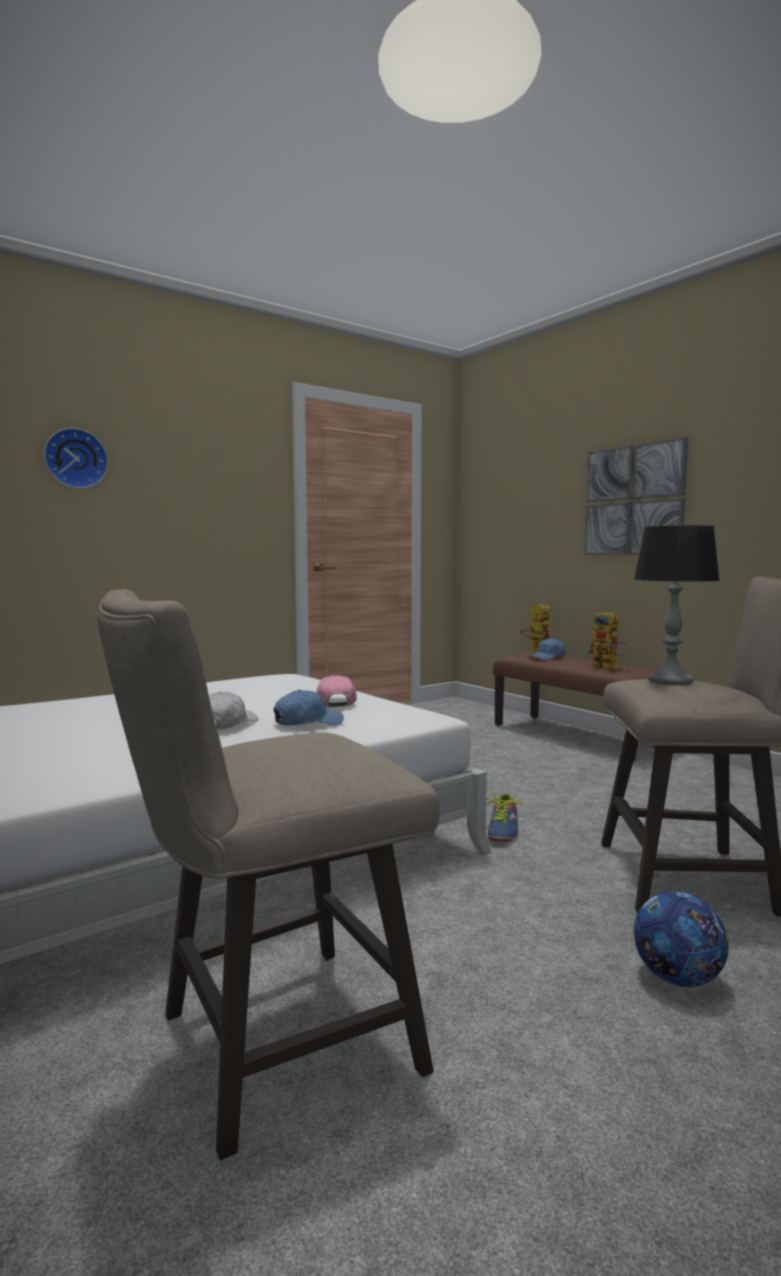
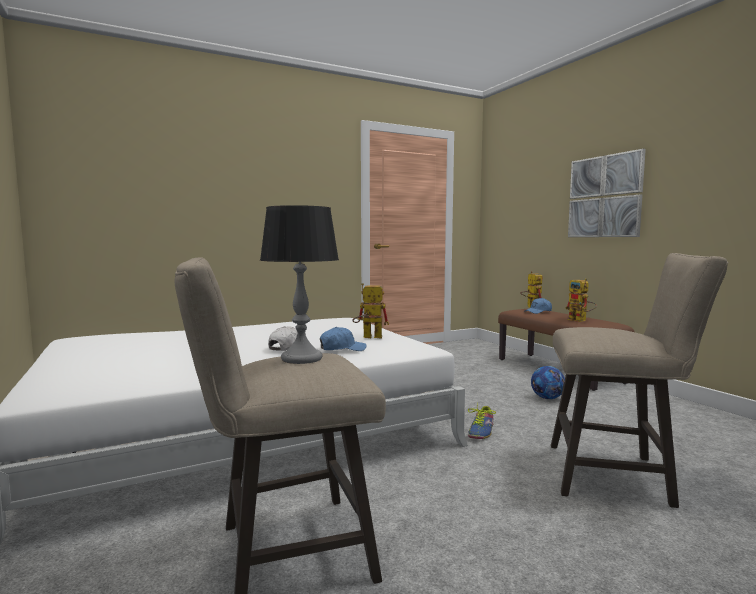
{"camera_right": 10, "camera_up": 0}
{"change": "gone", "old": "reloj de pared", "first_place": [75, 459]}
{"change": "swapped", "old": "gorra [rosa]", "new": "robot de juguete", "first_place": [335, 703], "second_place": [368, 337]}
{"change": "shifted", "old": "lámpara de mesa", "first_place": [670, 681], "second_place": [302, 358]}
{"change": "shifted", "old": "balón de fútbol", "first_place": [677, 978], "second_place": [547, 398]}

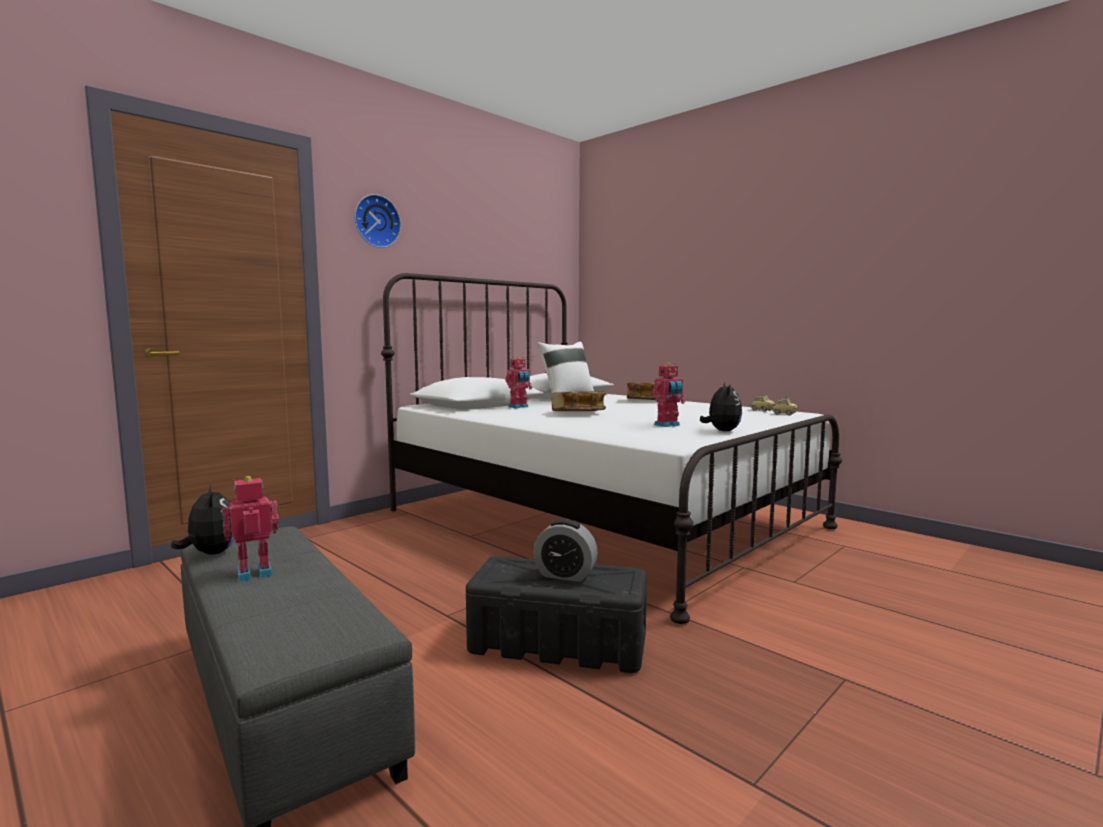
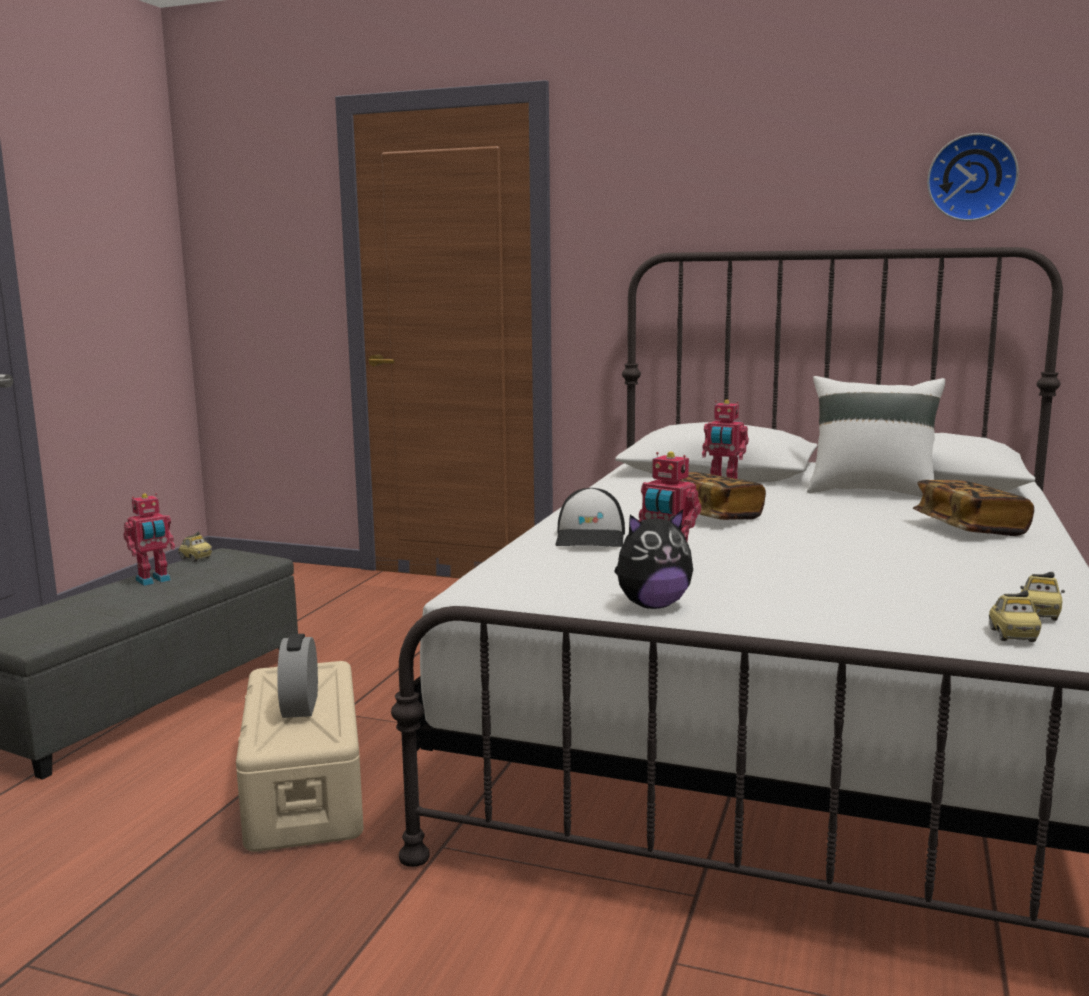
{"camera_right": 65, "camera_up": 5}
{"change": "swapped", "old": "peluche", "new": "coche de juguete", "first_place": [211, 553], "second_place": [195, 558]}
{"change": "rotated", "old": "robot de juguete", "first_place": [254, 572], "second_place": [154, 581], "degrees": 105}
{"change": "shifted", "old": "reloj de pared", "first_place": [376, 221], "second_place": [971, 178]}
{"change": "repainted", "old": "caja de almacenaje [negro]", "new": "caja de almacenaje [beis]", "first_place": [559, 643], "second_place": [305, 789]}
{"change": "new", "new": "gorra", "second_place": [591, 538]}

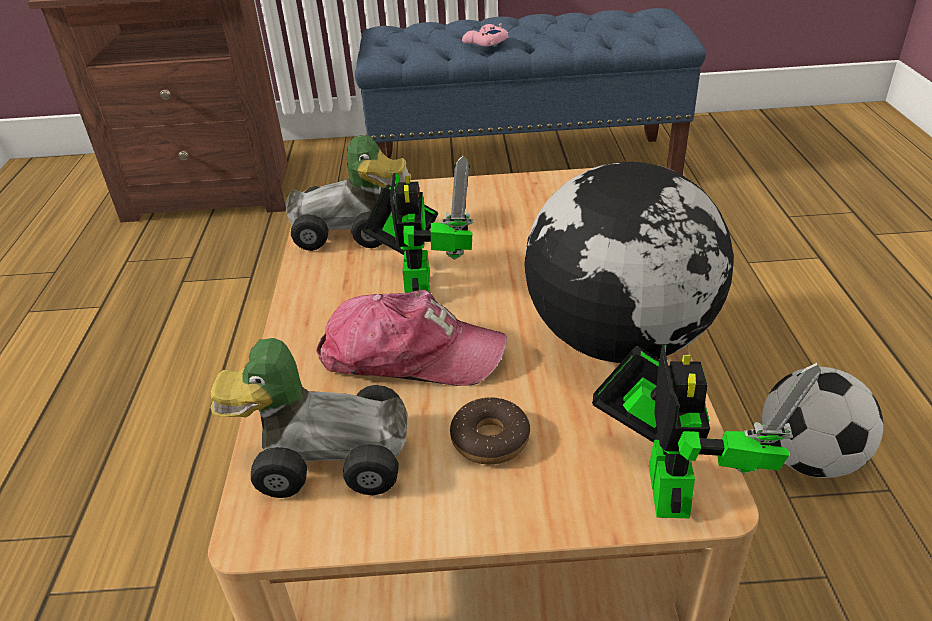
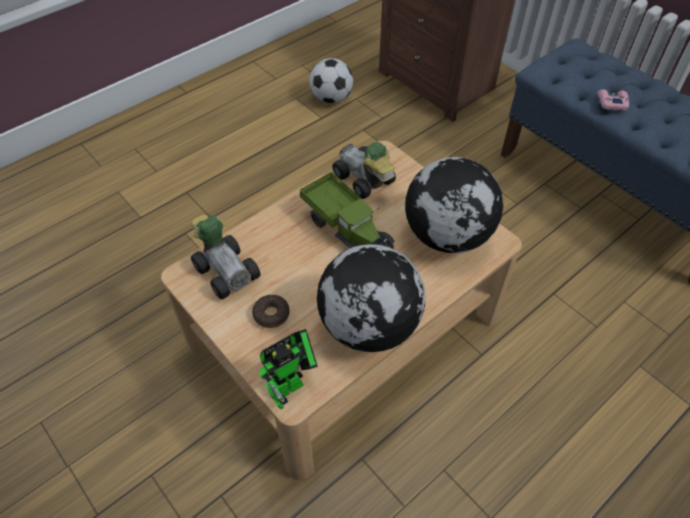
{"camera_right": 50, "camera_up": 15}
{"change": "gone", "old": "gorra", "first_place": [409, 355]}
{"change": "swapped", "old": "robot de juguete", "new": "camión de juguete", "first_place": [418, 284], "second_place": [347, 230]}
{"change": "shifted", "old": "balón de fútbol", "first_place": [808, 459], "second_place": [331, 98]}
{"change": "new", "new": "globo terráqueo", "second_place": [448, 236]}

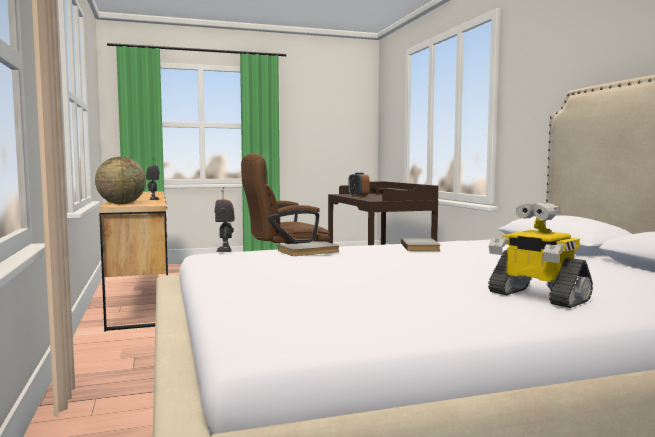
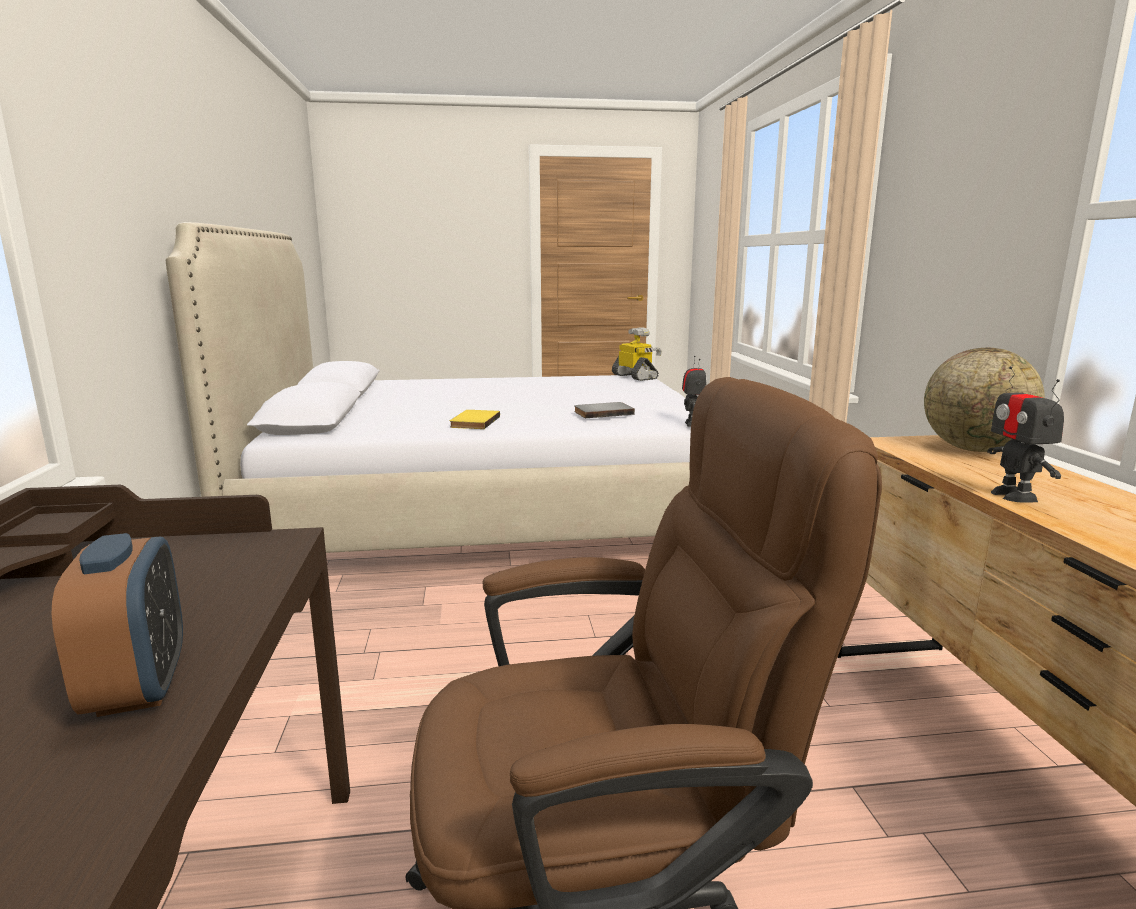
{"camera_right": -170, "camera_up": 10}
{"change": "repainted", "old": "libro [gris]", "new": "libro [amarillo]", "first_place": [421, 247], "second_place": [473, 422]}
{"change": "shifted", "old": "robot de juguete", "first_place": [537, 297], "second_place": [635, 377]}

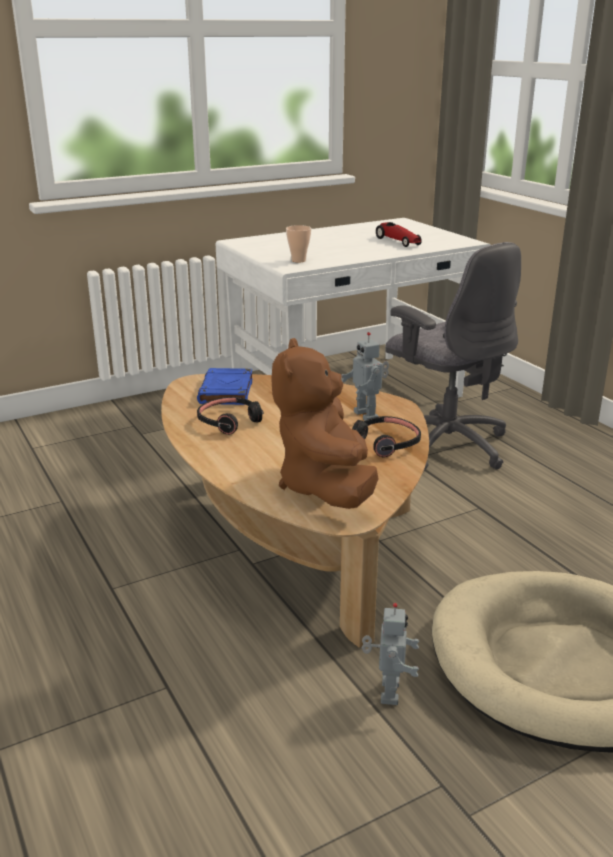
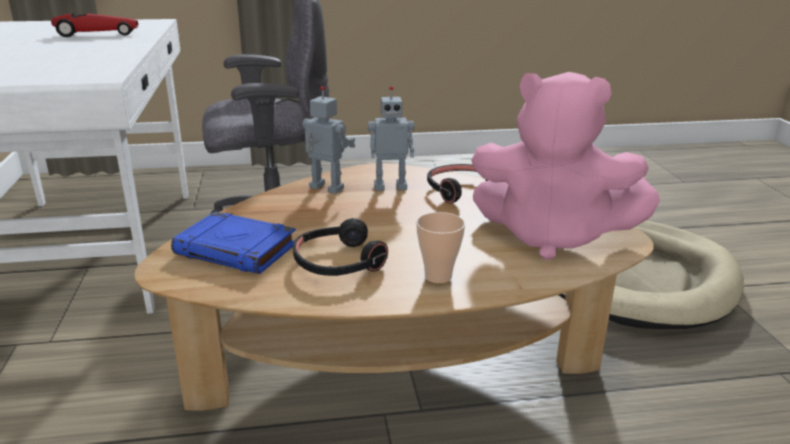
{"camera_right": -70, "camera_up": 0}
{"change": "repainted", "old": "peluche [marrón]", "new": "peluche [rosa]", "first_place": [326, 487], "second_place": [551, 236]}
{"change": "shifted", "old": "taza", "first_place": [298, 260], "second_place": [438, 276]}
{"change": "shifted", "old": "robot de juguete", "first_place": [387, 692], "second_place": [325, 189]}

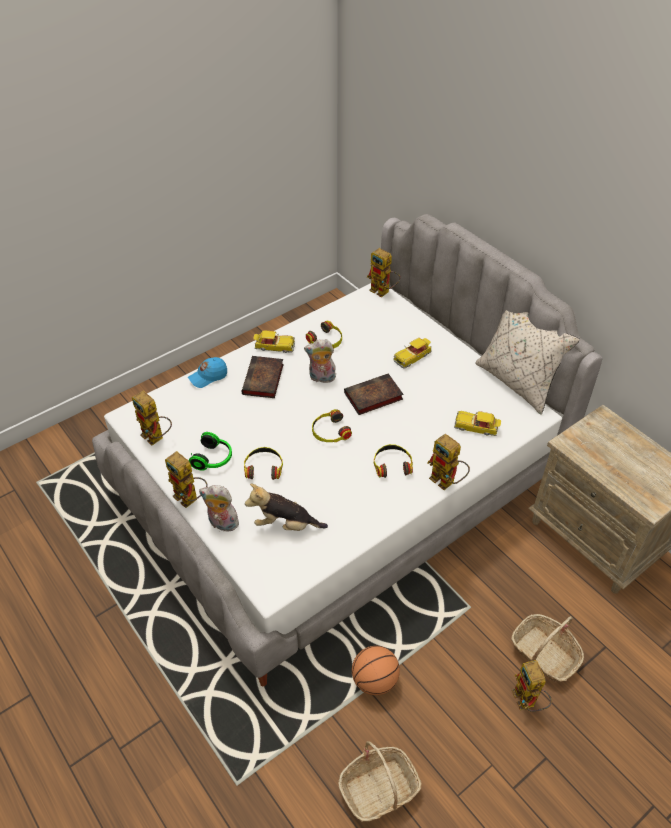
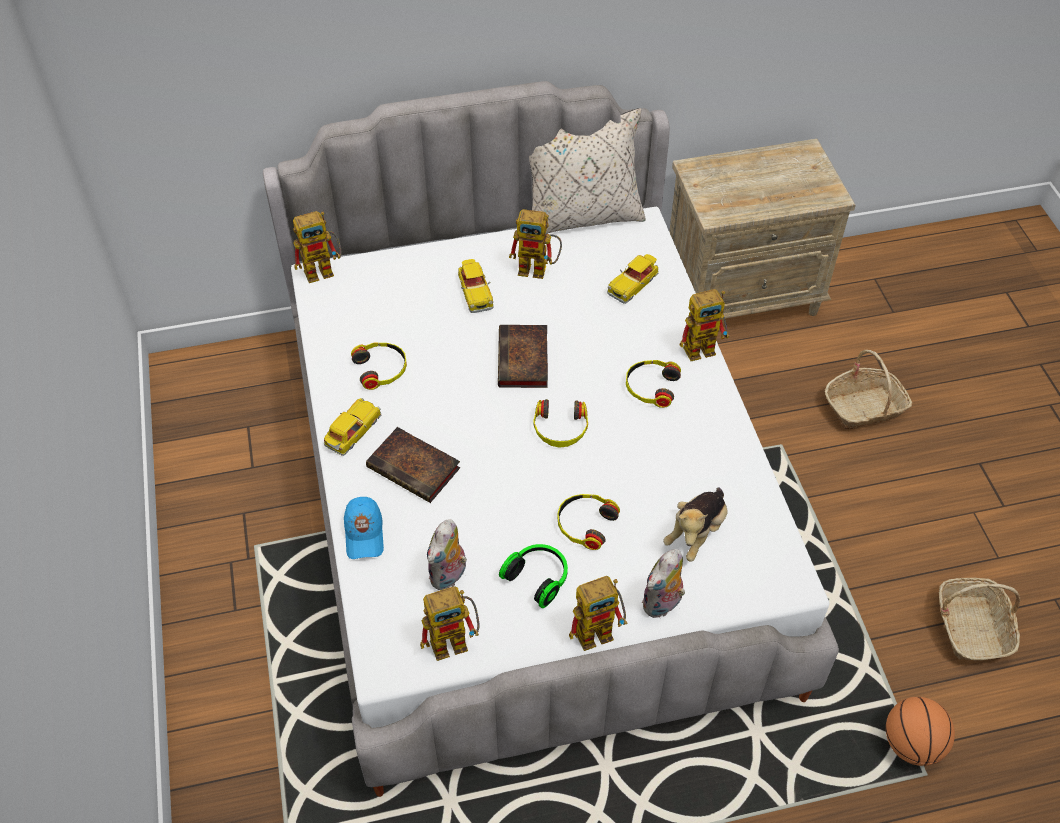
{"camera_right": -65, "camera_up": 5}
{"change": "shifted", "old": "peluche", "first_place": [321, 378], "second_place": [449, 576]}
{"change": "shifted", "old": "balón de baloncesto", "first_place": [374, 680], "second_place": [911, 744]}
{"change": "shifted", "old": "robot de juguete", "first_place": [527, 702], "second_place": [539, 269]}

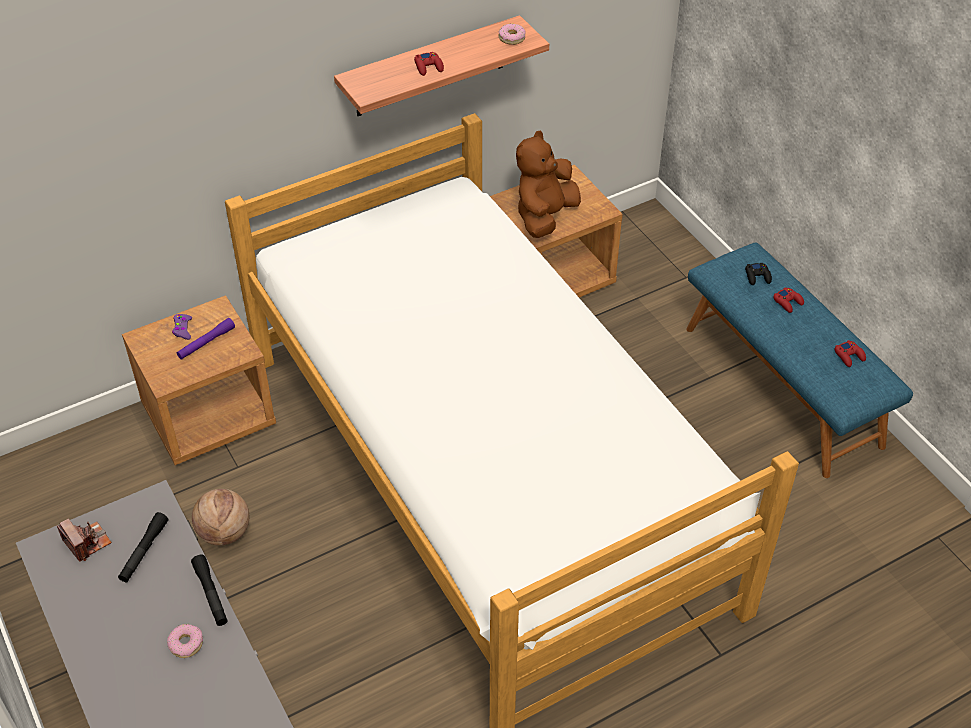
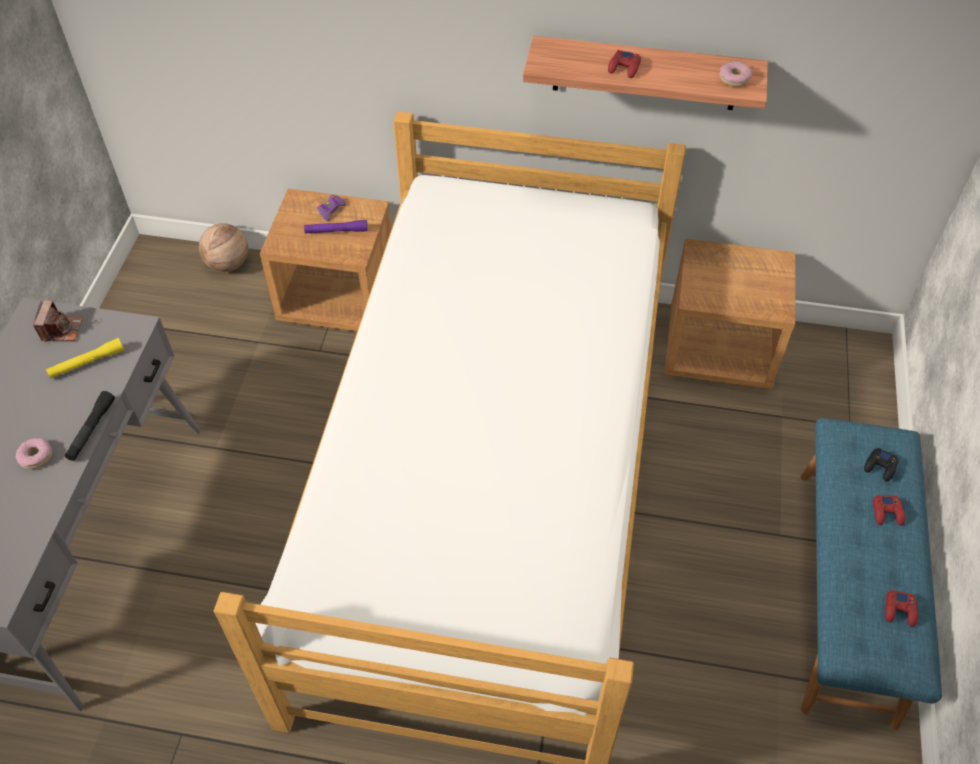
{"camera_right": 40, "camera_up": 5}
{"change": "repainted", "old": "linterna [negro]", "new": "linterna [amarillo]", "first_place": [144, 551], "second_place": [87, 363]}
{"change": "shifted", "old": "balón de baloncesto", "first_place": [224, 533], "second_place": [228, 264]}
{"change": "gone", "old": "peluche [marrón]", "first_place": [545, 216]}

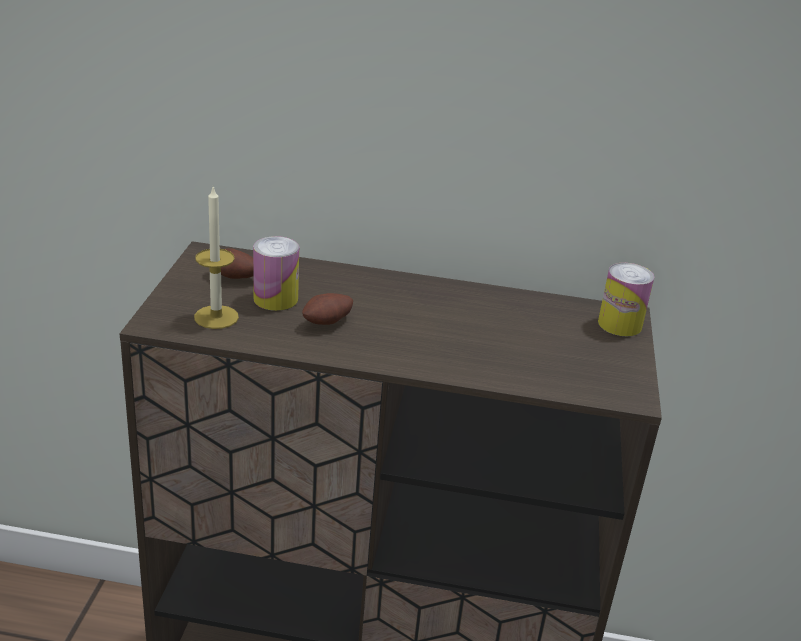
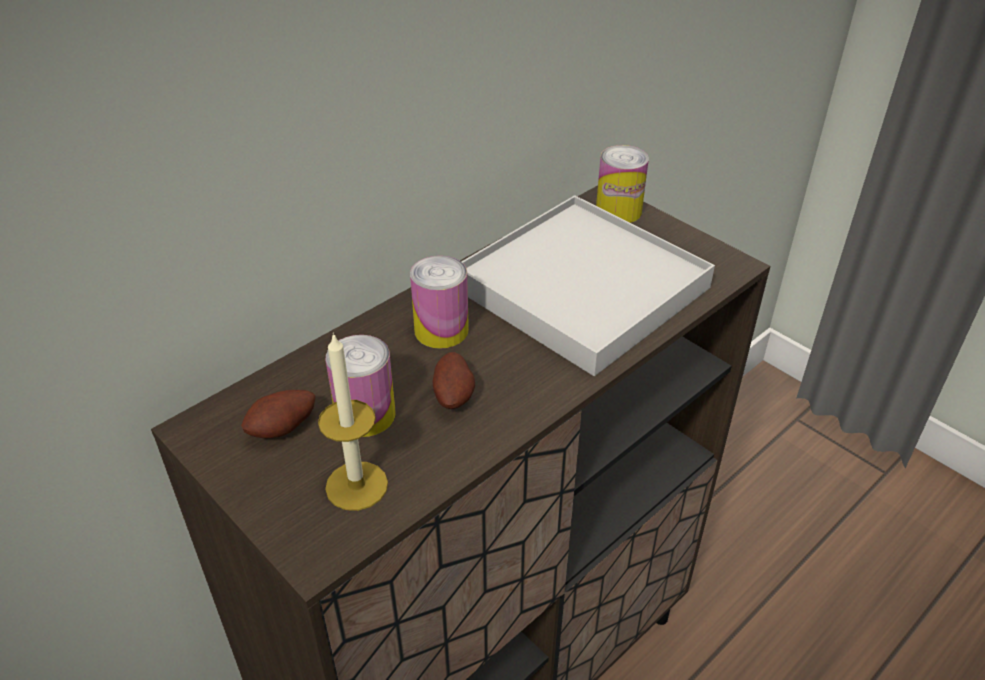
{"camera_right": -50, "camera_up": 10}
{"change": "new", "new": "lata", "second_place": [441, 330]}
{"change": "new", "new": "bandeja [blanco]", "second_place": [581, 288]}

